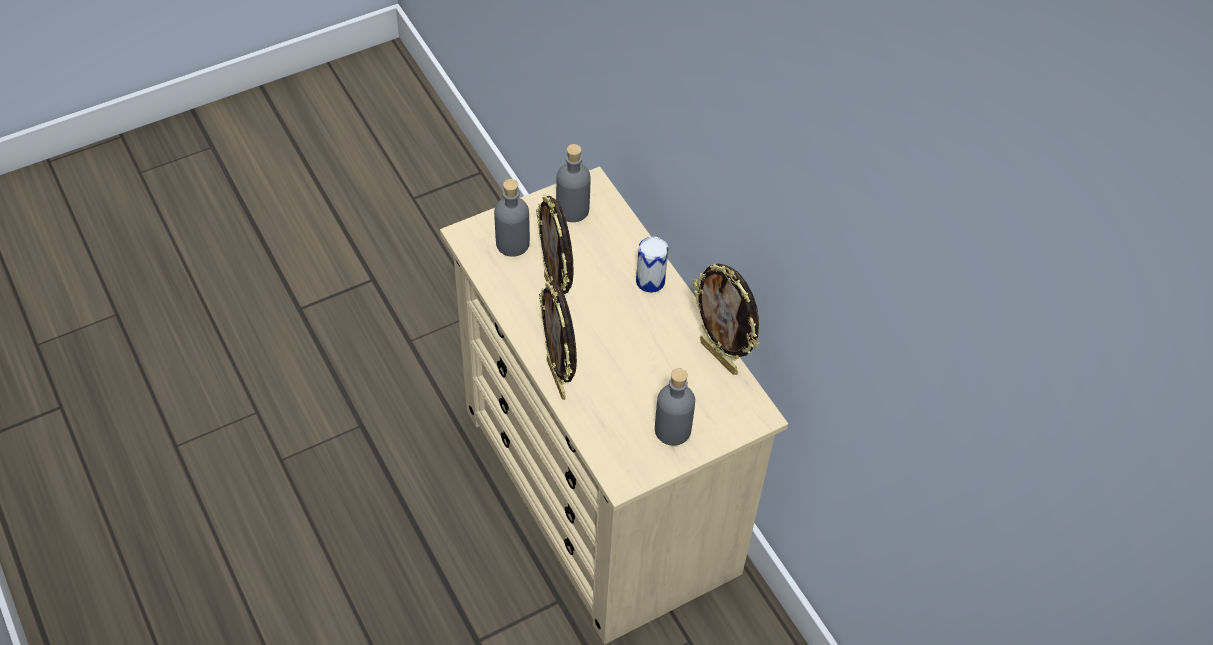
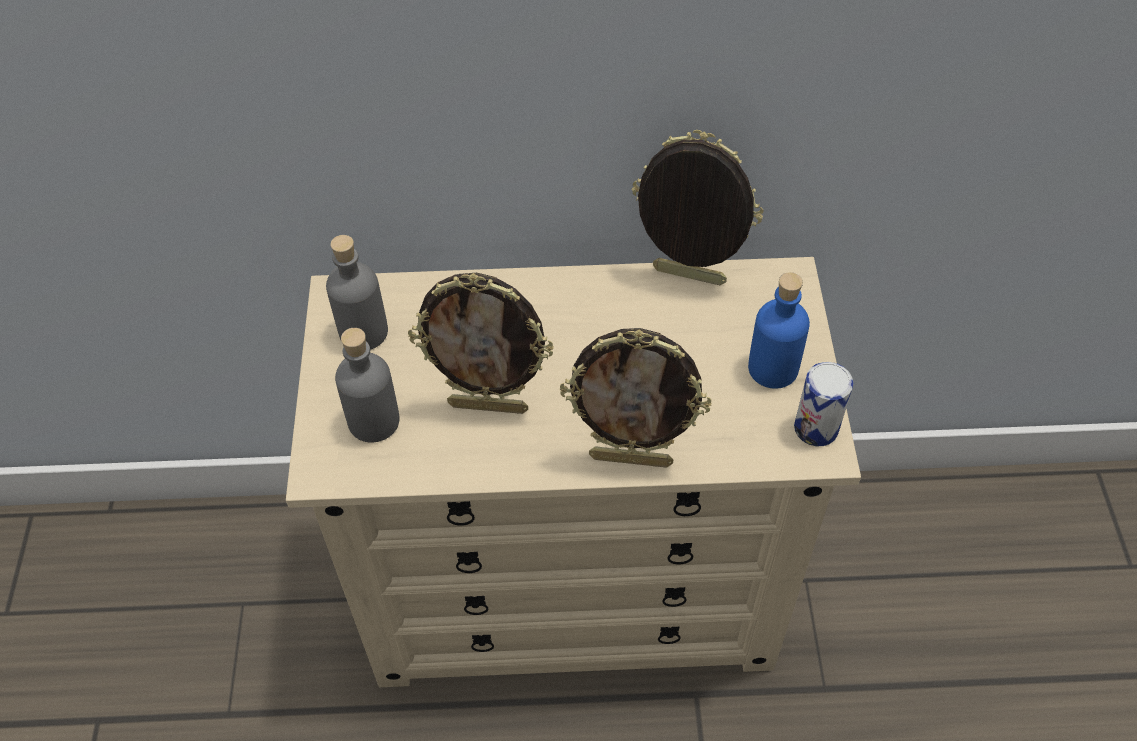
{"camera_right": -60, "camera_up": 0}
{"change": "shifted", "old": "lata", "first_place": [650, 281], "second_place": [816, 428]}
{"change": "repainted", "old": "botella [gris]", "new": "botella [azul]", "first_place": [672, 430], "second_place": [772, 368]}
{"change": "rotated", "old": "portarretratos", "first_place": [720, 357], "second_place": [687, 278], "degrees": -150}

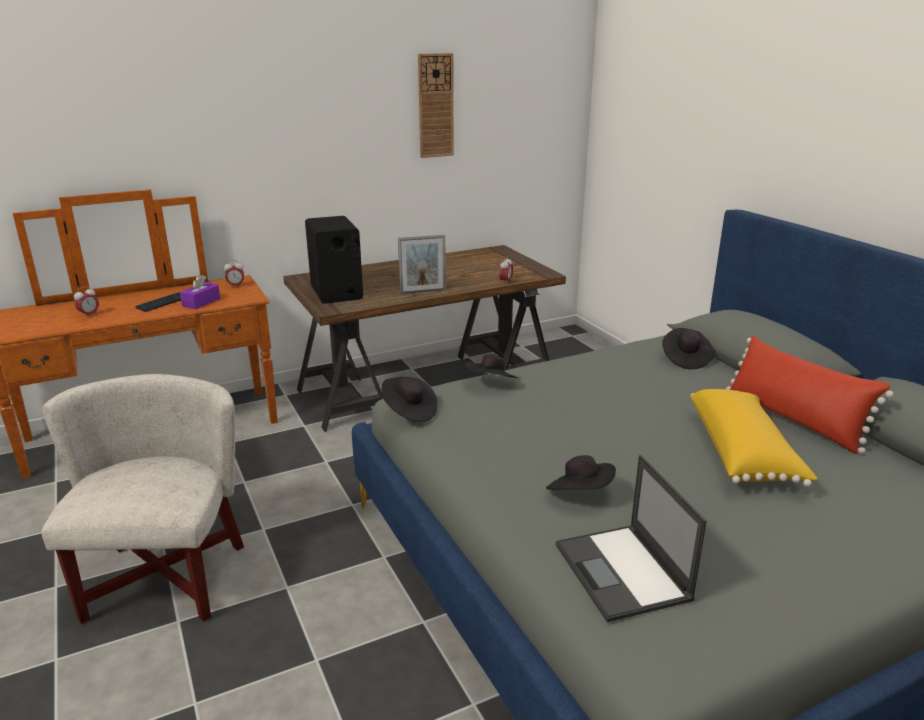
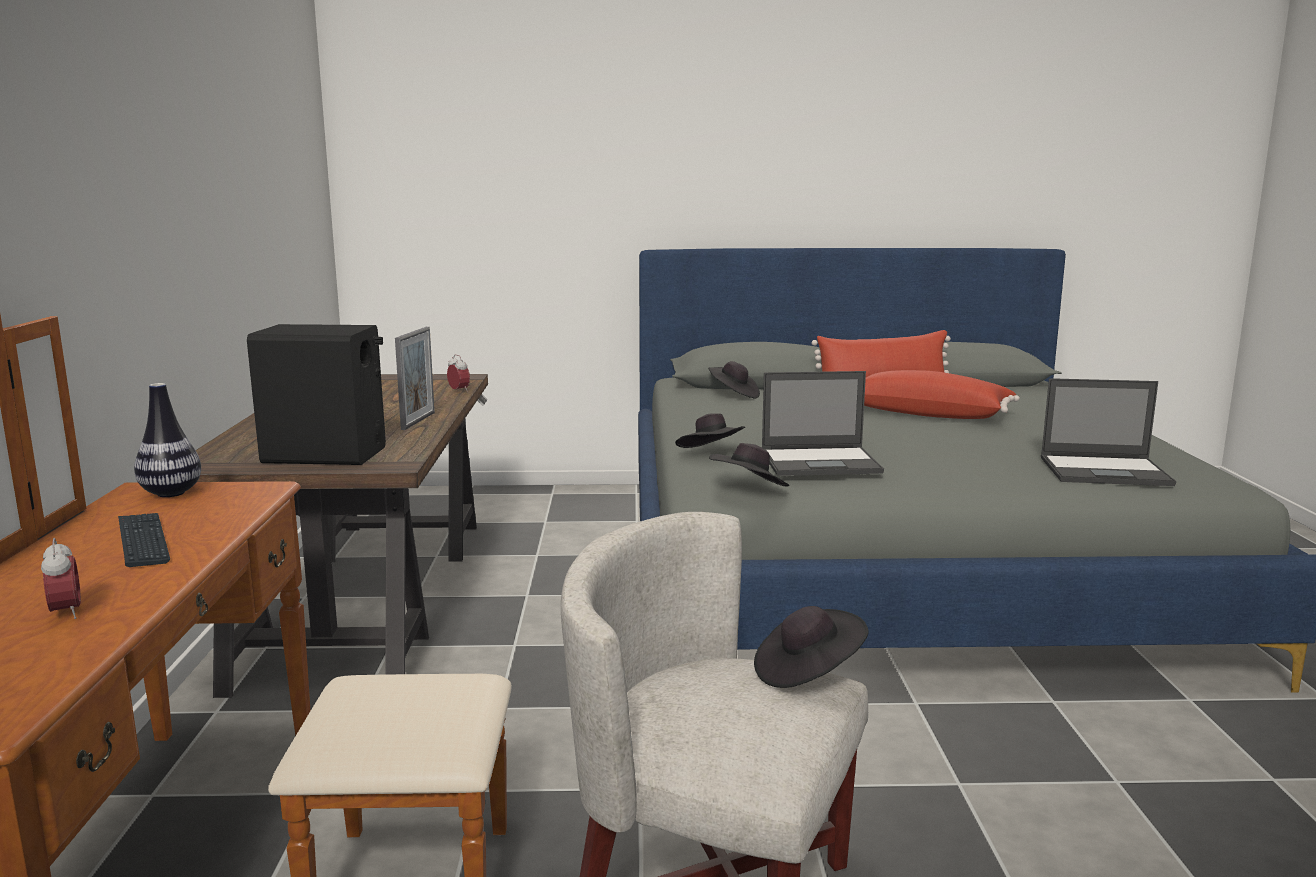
{"camera_right": -65, "camera_up": -10}
{"change": "gone", "old": "caja de pañuelos [morado]", "first_place": [201, 302]}
{"change": "swapped", "old": "despertador", "new": "florero", "first_place": [236, 286], "second_place": [171, 493]}
{"change": "gone", "old": "reloj de pared", "first_place": [435, 106]}
{"change": "shifted", "old": "sombrero [negro]", "first_place": [580, 493], "second_place": [807, 672]}
{"change": "repainted", "old": "cojín [amarillo]", "new": "cojín [rojo]", "first_place": [743, 453], "second_place": [930, 414]}
{"change": "new", "new": "portátil", "second_place": [821, 462]}

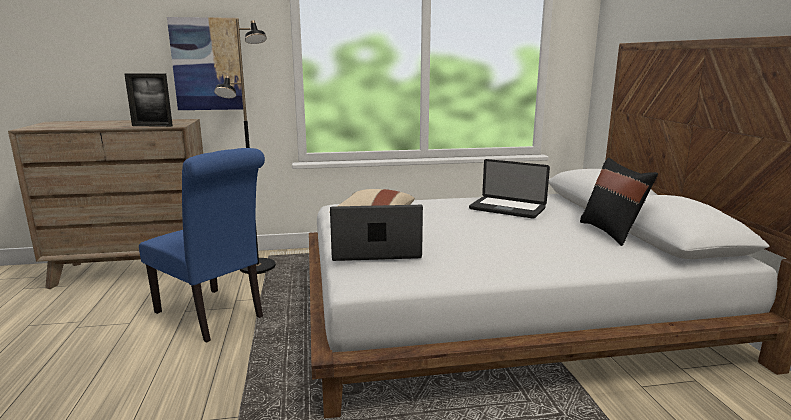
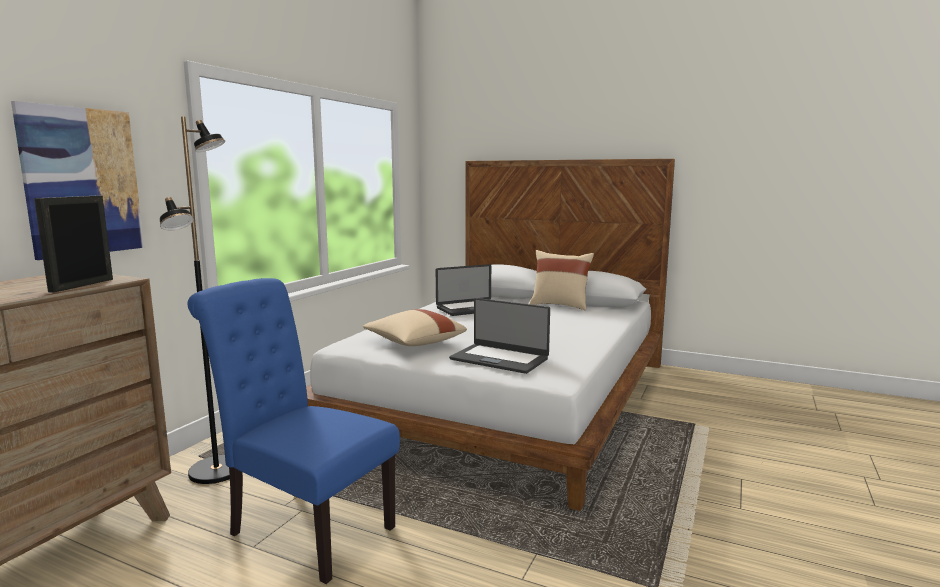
{"camera_right": -55, "camera_up": -5}
{"change": "rotated", "old": "portarretratos", "first_place": [152, 126], "second_place": [82, 285], "degrees": 150}
{"change": "rotated", "old": "silla [azul]", "first_place": [213, 316], "second_place": [304, 528], "degrees": -135}
{"change": "rotated", "old": "portátil", "first_place": [376, 251], "second_place": [499, 359], "degrees": -90}
{"change": "repainted", "old": "cojín [negro]", "new": "cojín [beis]", "first_place": [611, 232], "second_place": [560, 305]}

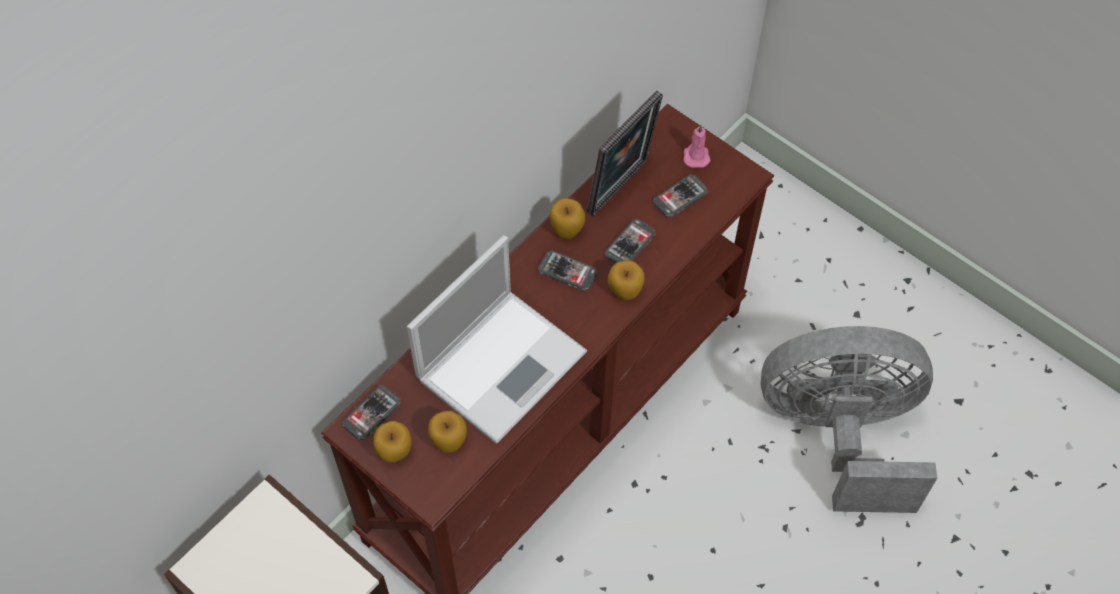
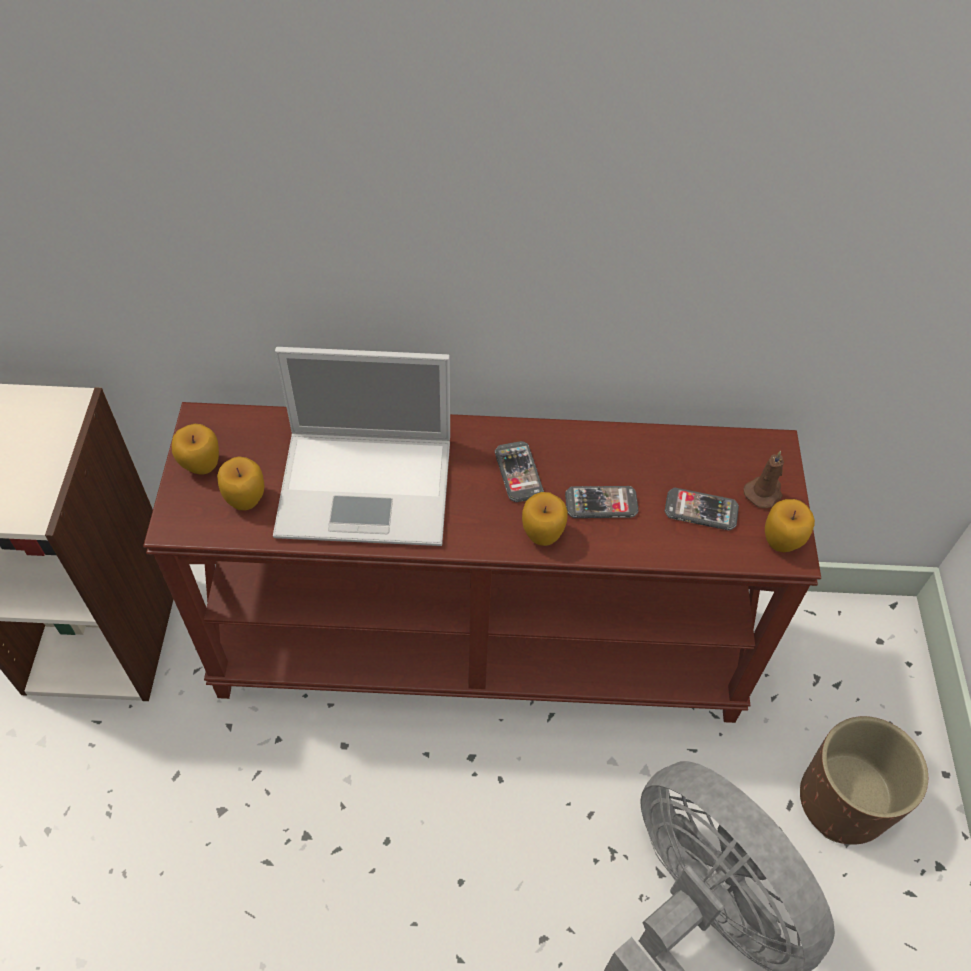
{"camera_right": 50, "camera_up": -5}
{"change": "gone", "old": "móvil", "first_place": [372, 413]}
{"change": "shifted", "old": "manzana", "first_place": [567, 230], "second_place": [781, 541]}
{"change": "gone", "old": "portarretratos", "first_place": [621, 189]}
{"change": "repainted", "old": "vela [rosa]", "new": "vela [marrón]", "first_place": [696, 155], "second_place": [764, 492]}
{"change": "new", "new": "maceta [marrón]", "second_place": [843, 802]}

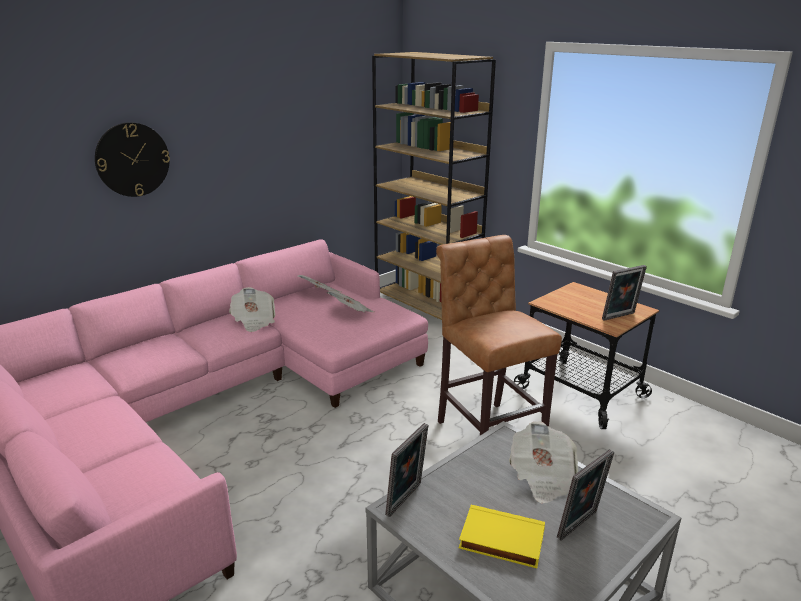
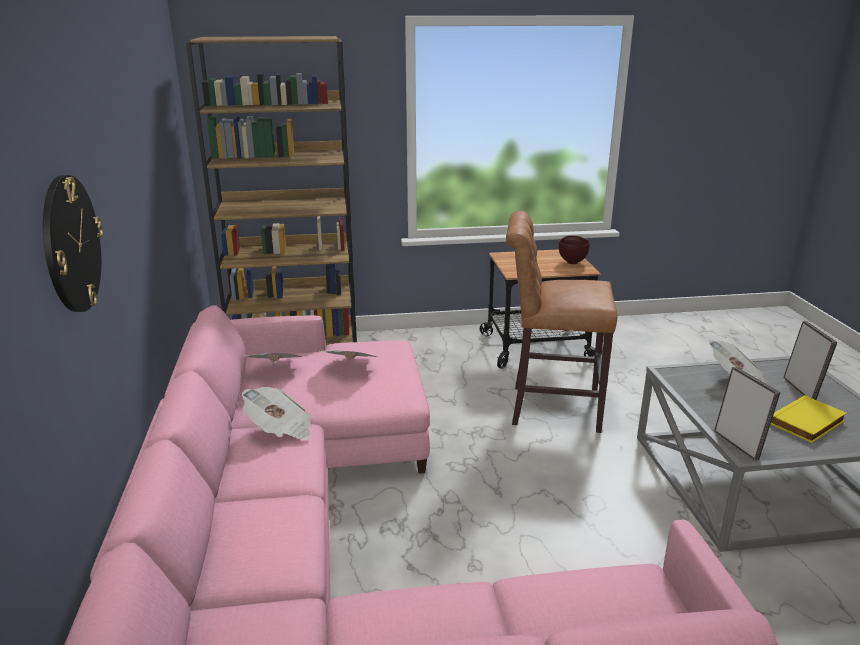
{"camera_right": -55, "camera_up": 0}
{"change": "swapped", "old": "portarretratos", "new": "cuenco [marrón]", "first_place": [620, 317], "second_place": [572, 262]}

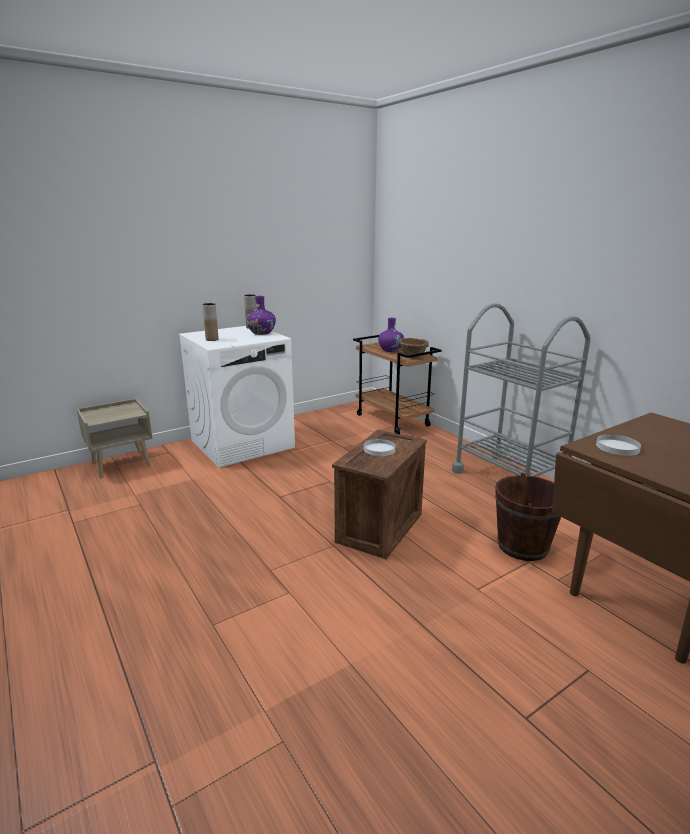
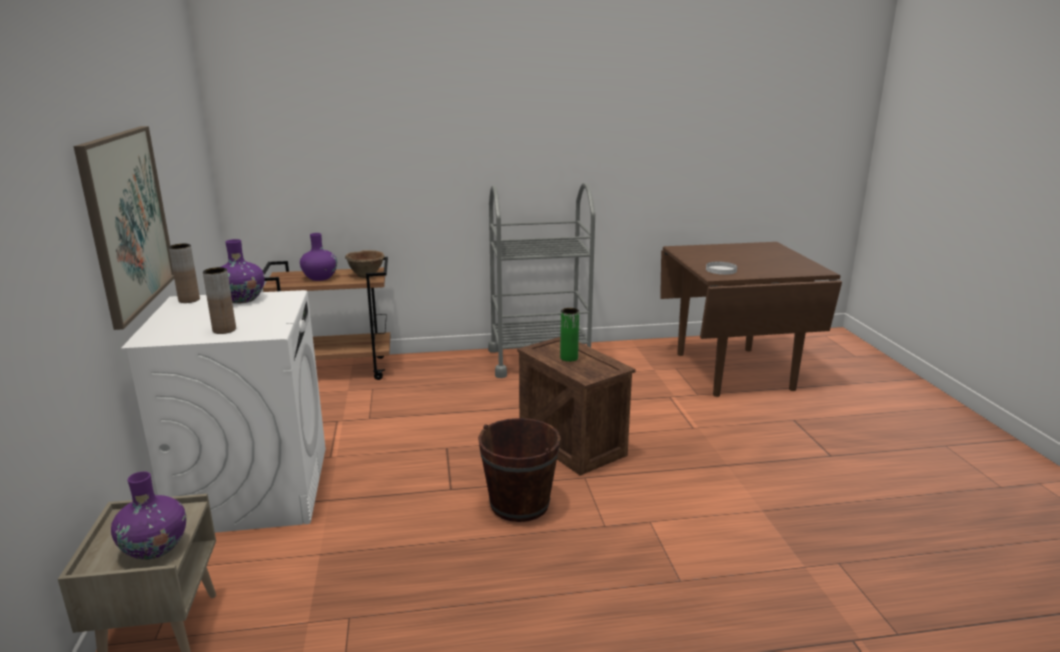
{"camera_right": -65, "camera_up": 0}
{"change": "swapped", "old": "plato [blanco]", "new": "florero [verde]", "first_place": [379, 449], "second_place": [569, 358]}
{"change": "shifted", "old": "cubo [marrón]", "first_place": [522, 546], "second_place": [519, 504]}
{"change": "new", "new": "cuadro", "second_place": [127, 221]}
{"change": "new", "new": "florero [morado]", "second_place": [155, 548]}

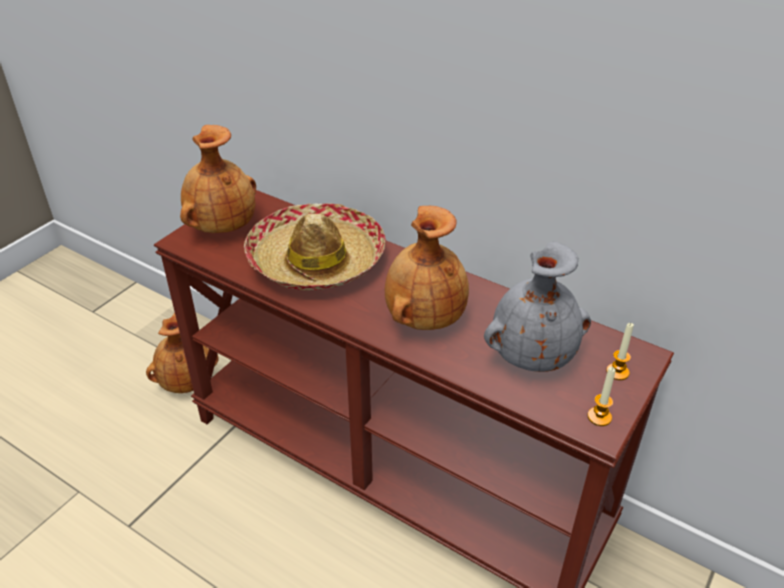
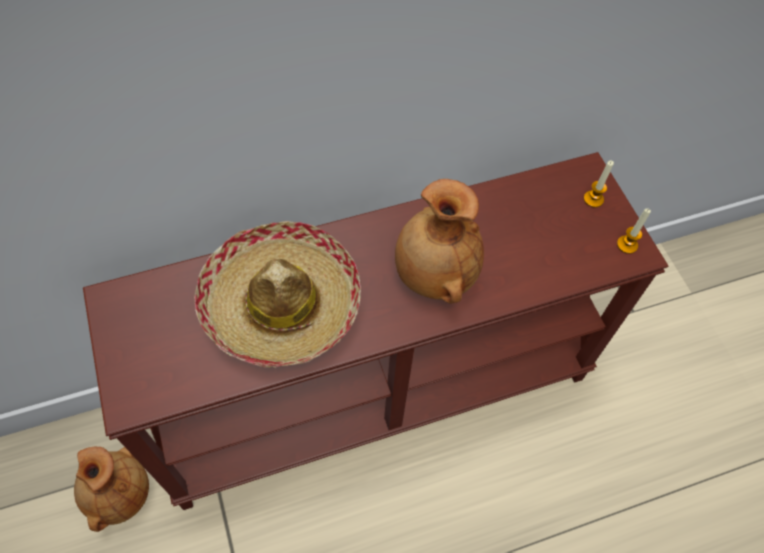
{"camera_right": -55, "camera_up": 20}
{"change": "gone", "old": "florero [marrón]", "first_place": [222, 226]}
{"change": "gone", "old": "florero [gris]", "first_place": [531, 355]}

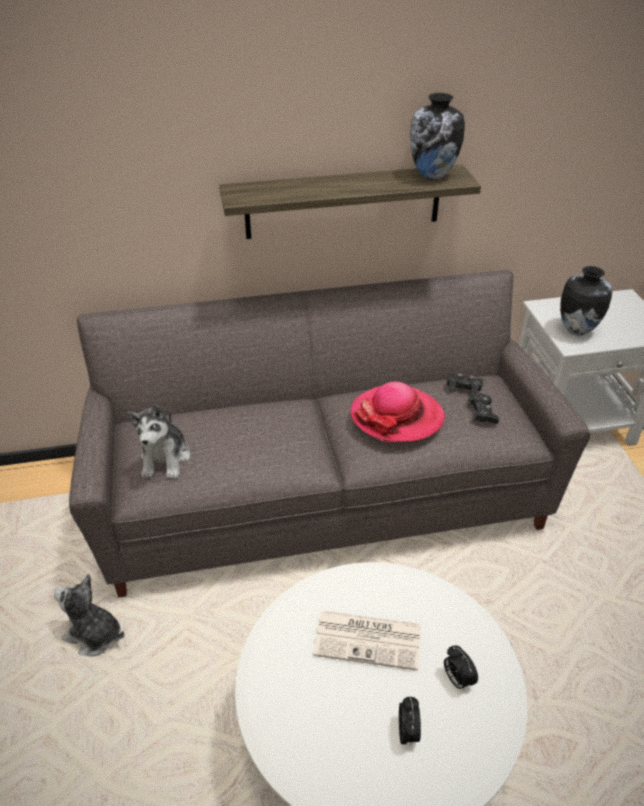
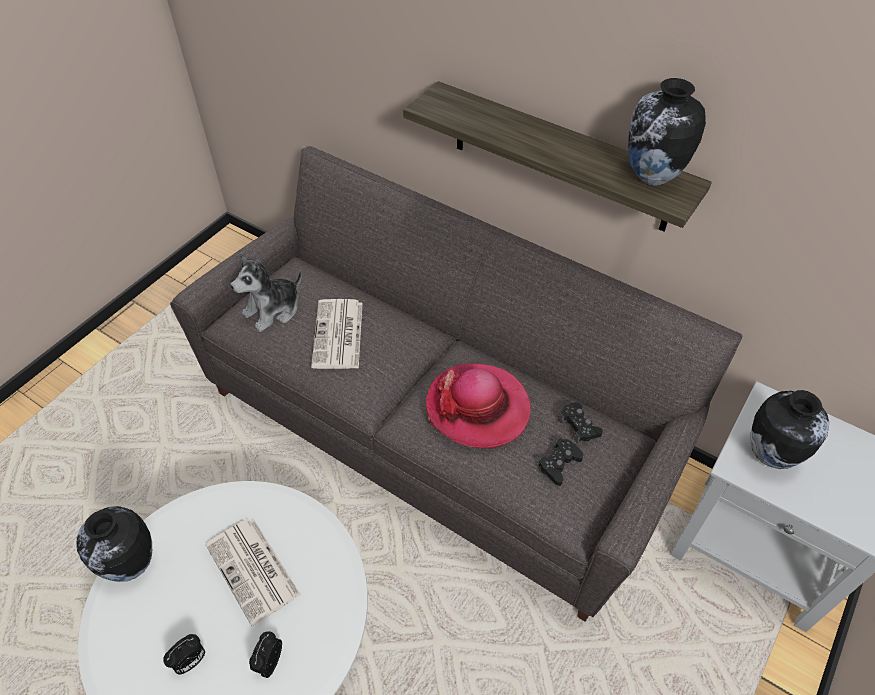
{"camera_right": 45, "camera_up": 10}
{"change": "gone", "old": "peluche", "first_place": [94, 635]}
{"change": "new", "new": "florero", "second_place": [132, 565]}
{"change": "new", "new": "periódico", "second_place": [338, 335]}

